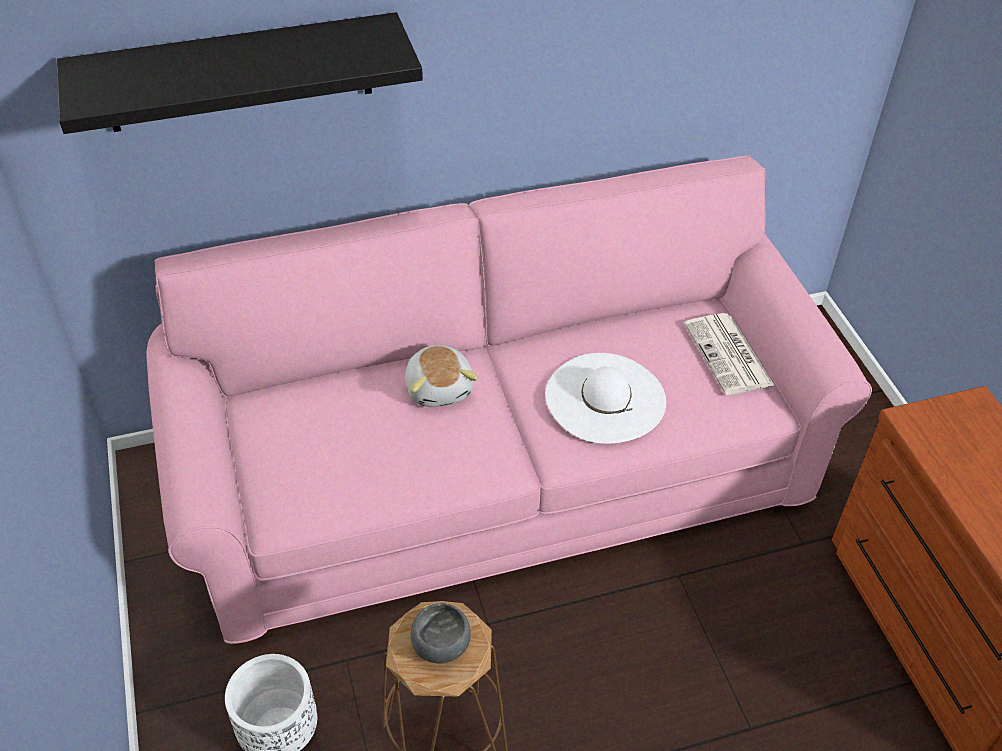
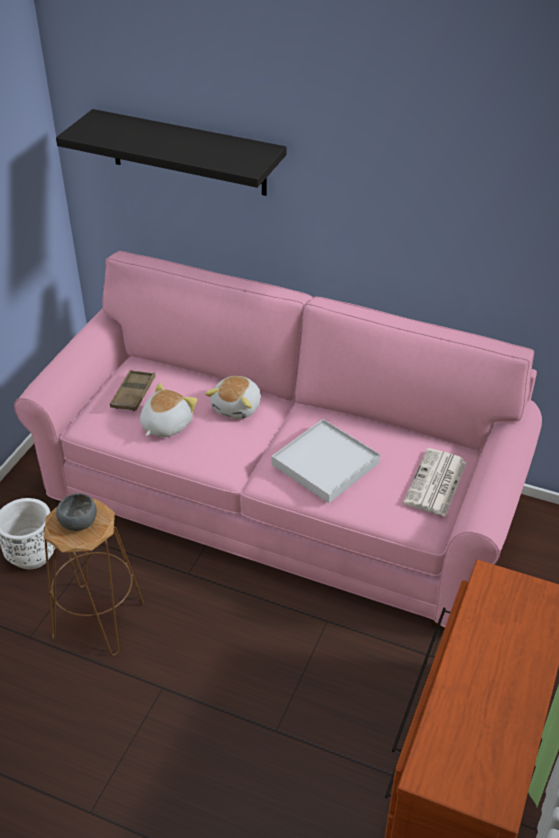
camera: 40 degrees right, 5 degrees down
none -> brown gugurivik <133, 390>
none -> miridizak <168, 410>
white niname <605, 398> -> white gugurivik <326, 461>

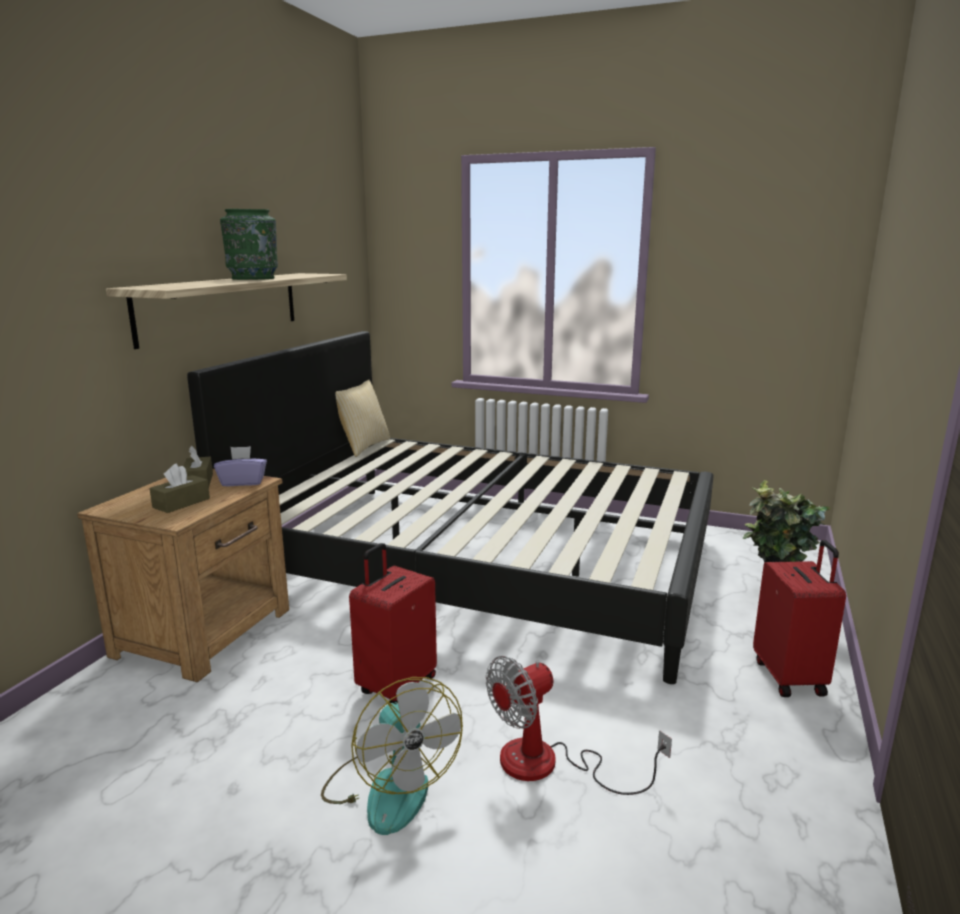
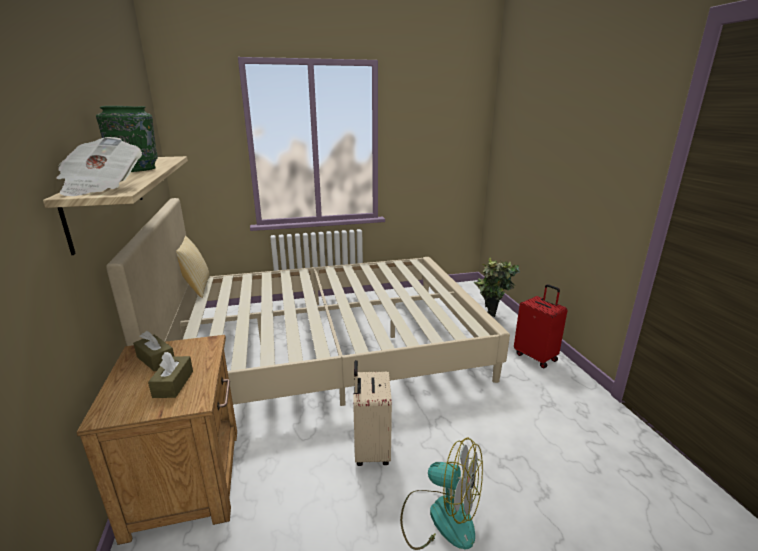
camera: 35 degrees left, 5 degrees up
none -> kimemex <99, 166>
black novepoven <450, 507> -> beige novepoven <308, 302>
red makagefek <393, 623> -> beige makagefek <372, 413>
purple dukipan <240, 466> -> none
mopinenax <579, 725> -> none

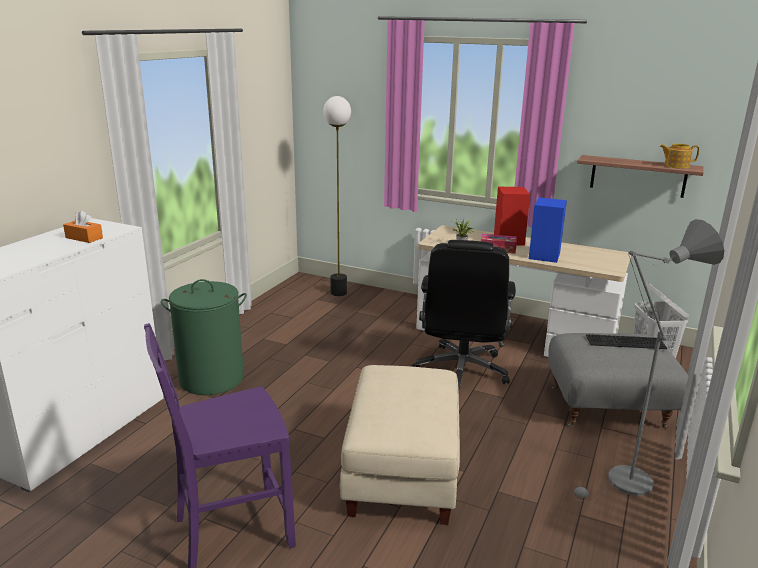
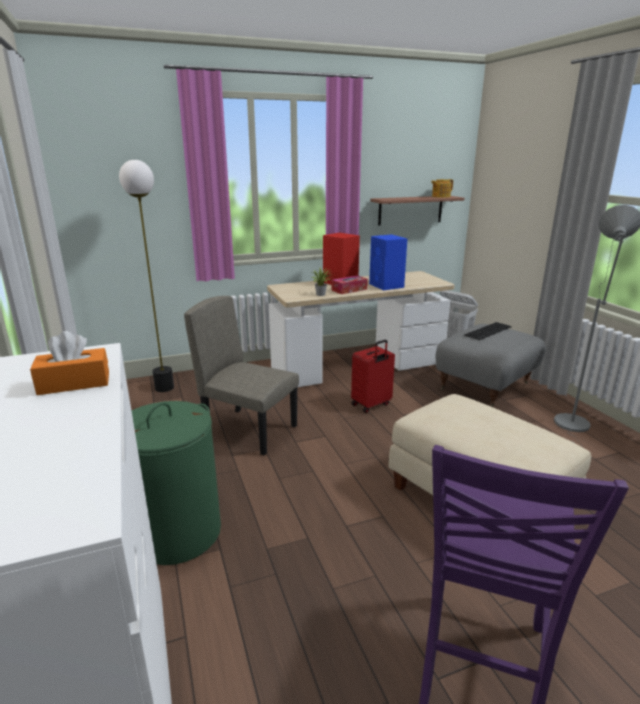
camera: 45 degrees left, 0 degrees up
none -> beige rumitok <241, 375>
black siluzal <464, 315> -> red makagefek <373, 376>

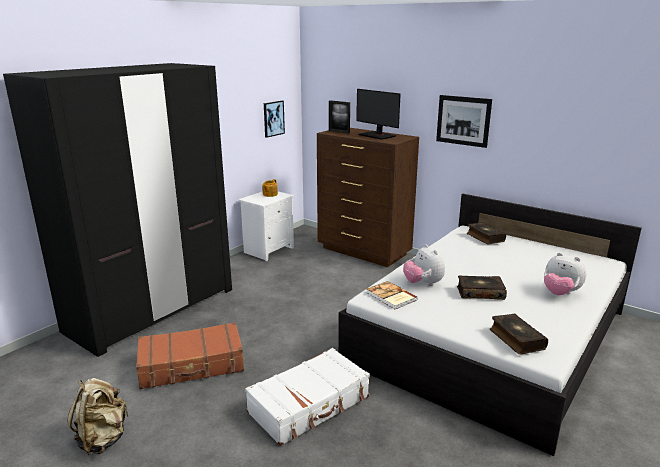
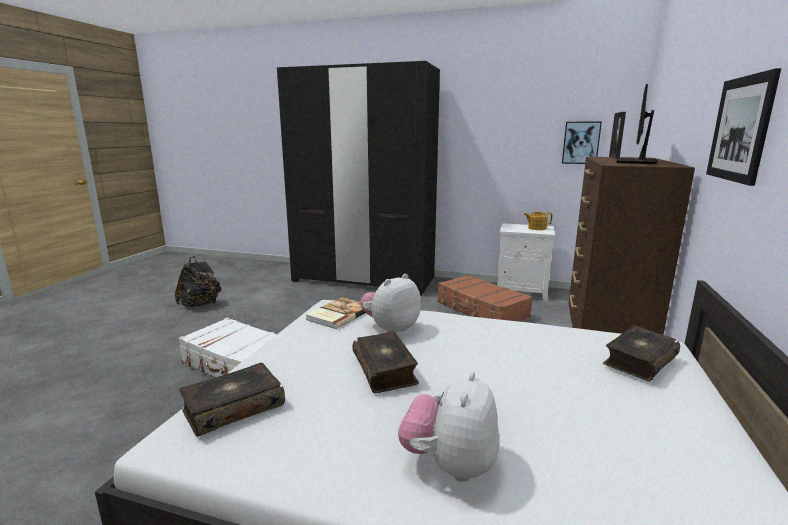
camera: 70 degrees right, 5 degrees down
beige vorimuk <98, 416> -> black vorimuk <198, 281>
brown makagefek <190, 355> -> brown makagefek <485, 298>, relocated

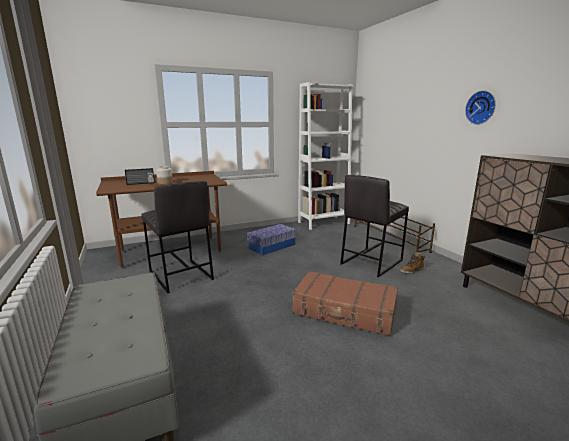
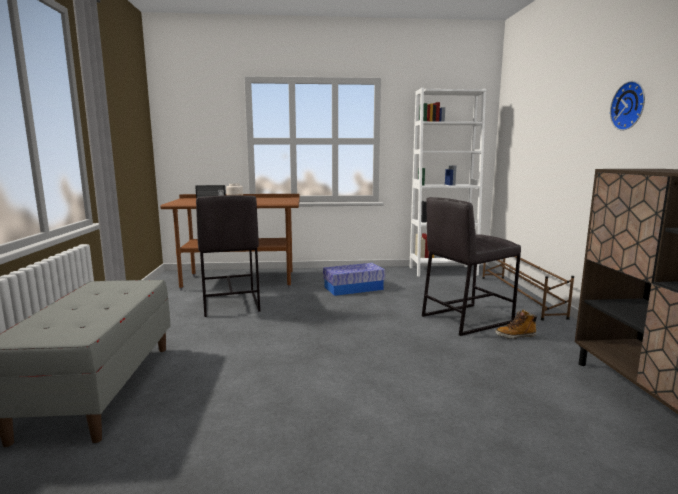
camera: 20 degrees right, 5 degrees down
brown makagefek <345, 304> -> none

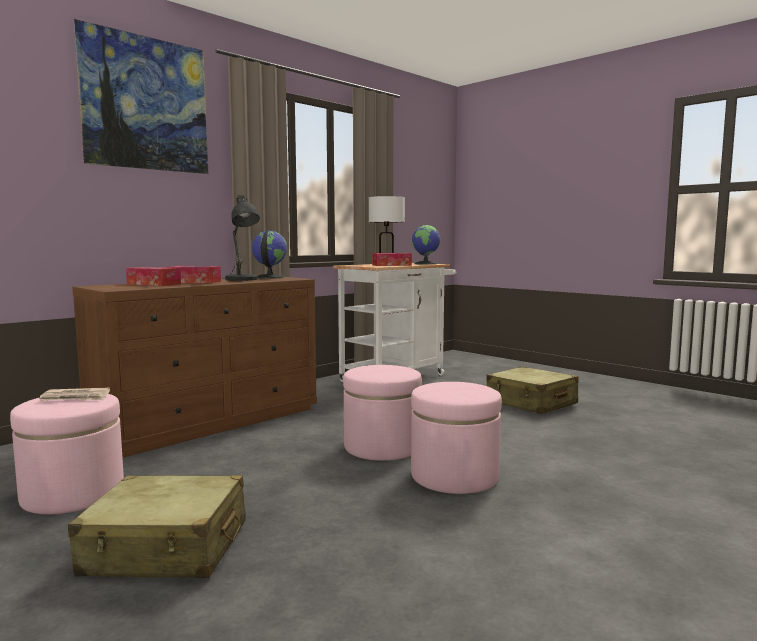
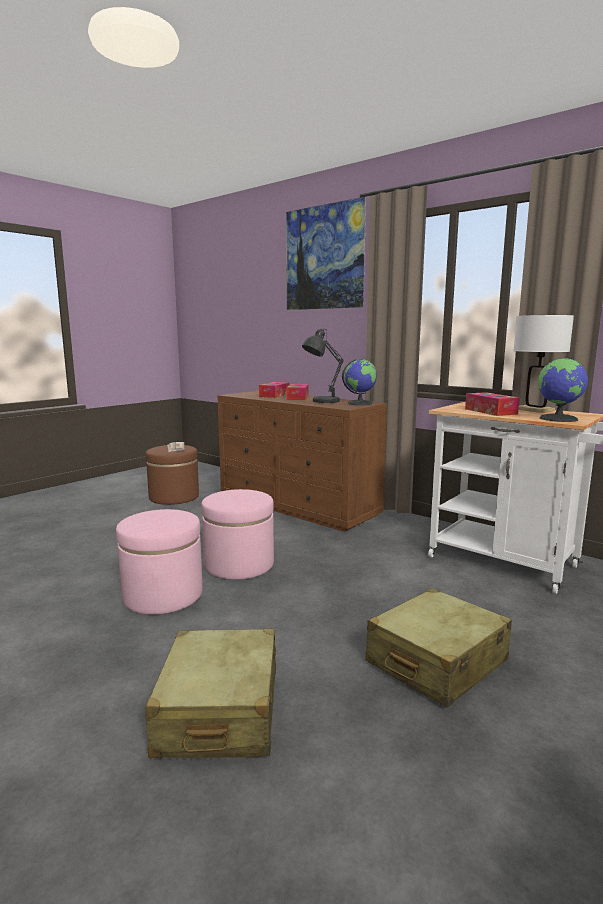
camera: 85 degrees right, 5 degrees up
beige makagefek <157, 526> -> beige makagefek <210, 693>, relocated
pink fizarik <67, 454> -> brown fizarik <172, 475>

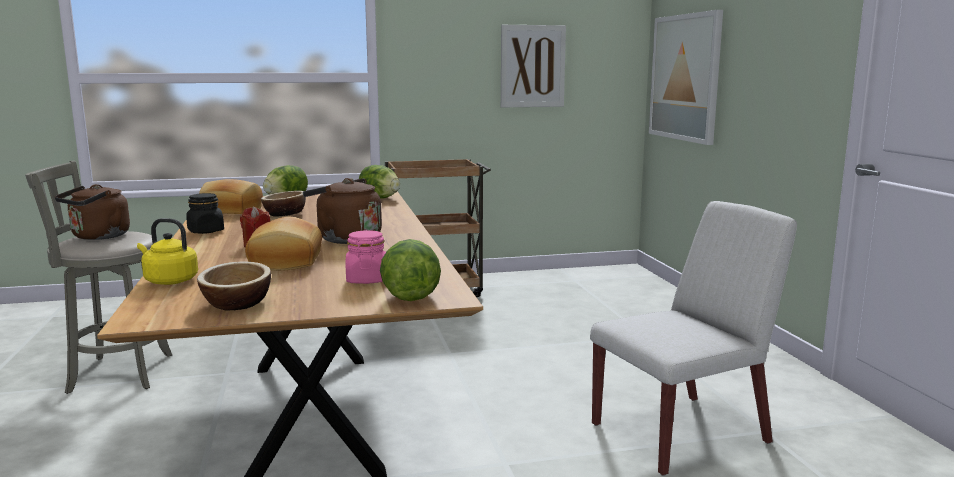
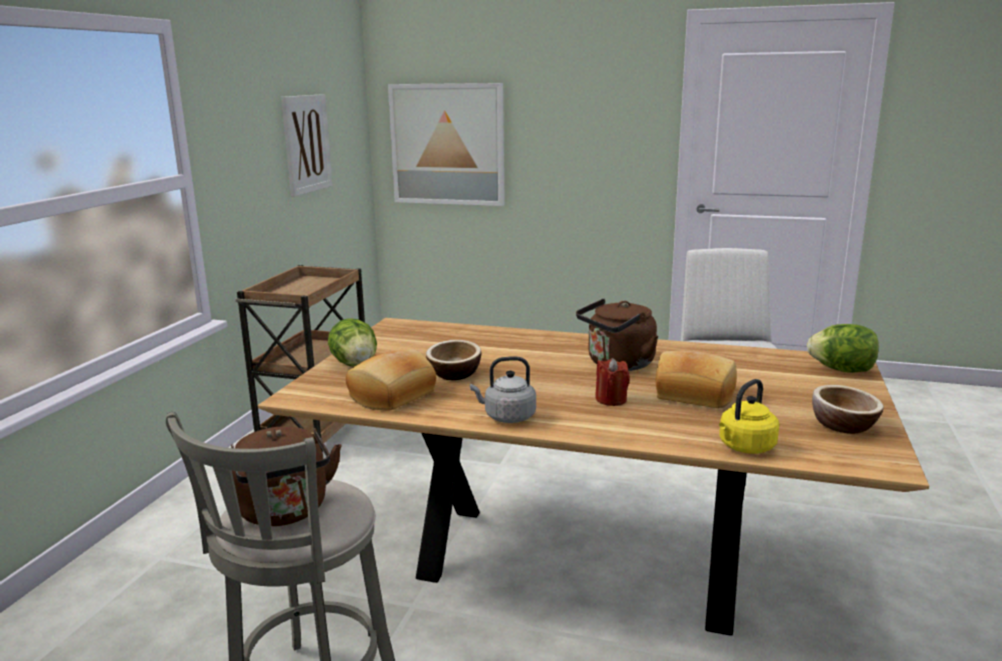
camera: 60 degrees left, 5 degrees up
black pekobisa <205, 213> -> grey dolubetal <503, 389>
pink pekobisa <366, 257> -> none
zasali <379, 182> -> none

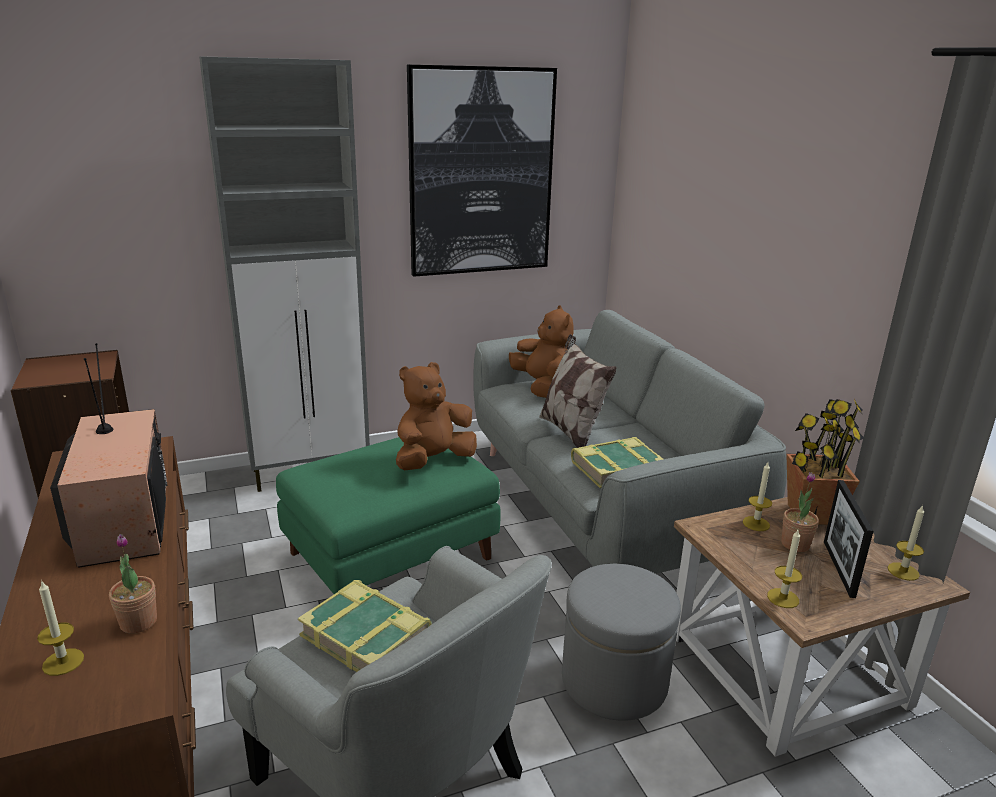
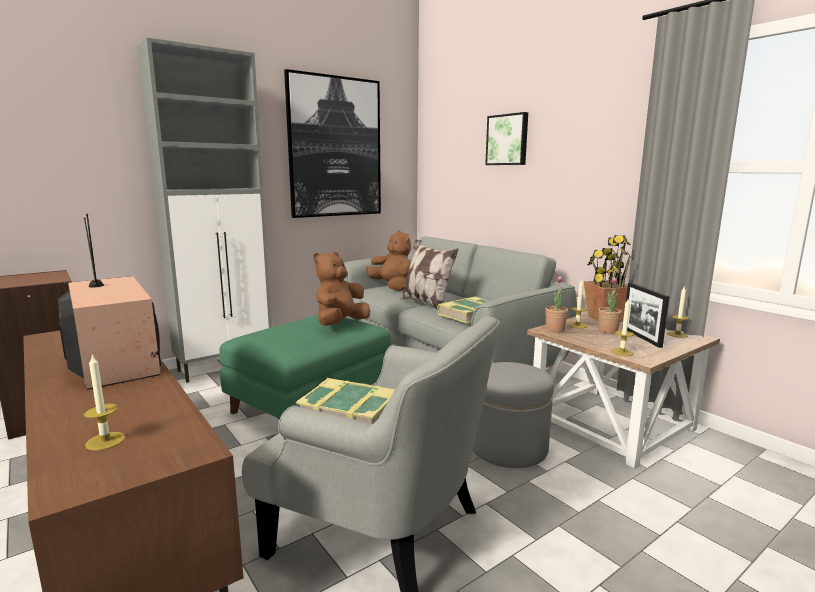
camera: 15 degrees left, 10 degrees down
none -> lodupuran <506, 138>
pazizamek <133, 584> -> pazizamek <556, 304>, relocated

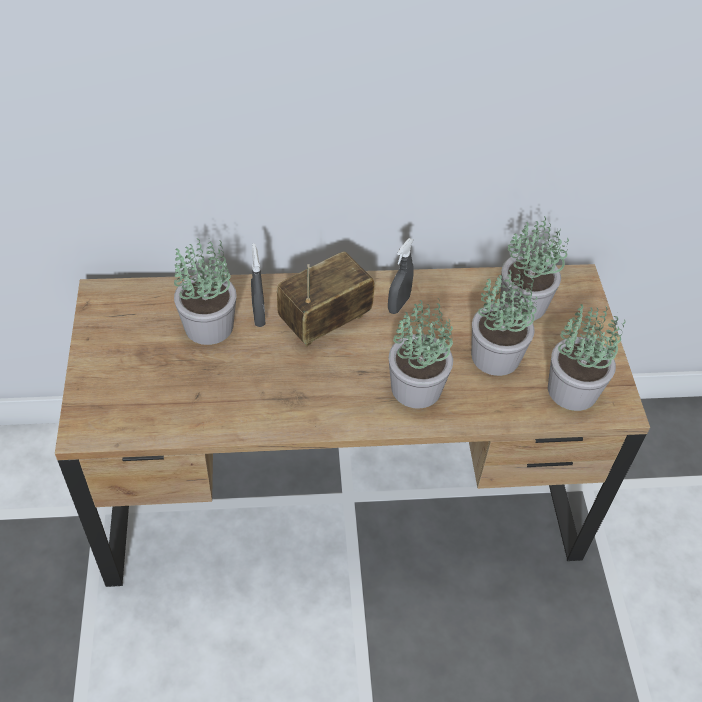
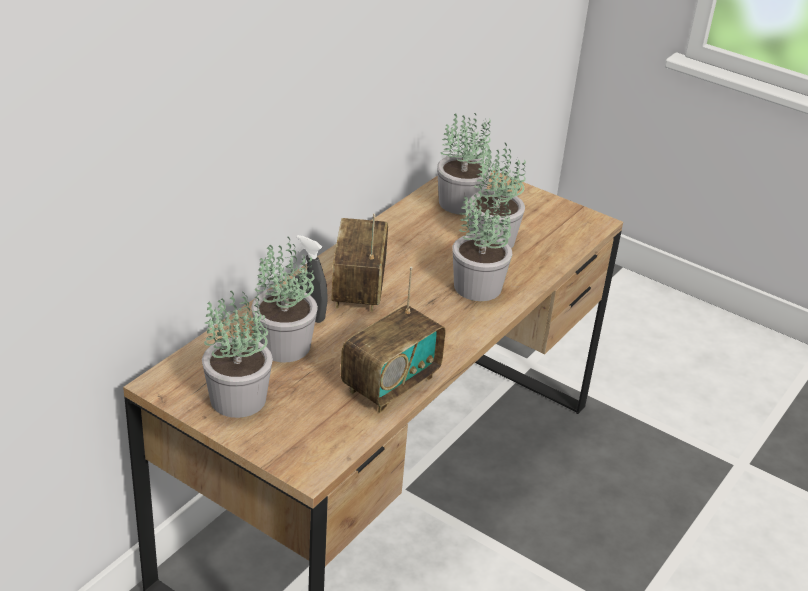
camera: 50 degrees left, 15 degrees down
pazizamek <587, 357> -> pazizamek <237, 354>, relocated
none -> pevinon <393, 339>
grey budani <401, 276> -> none

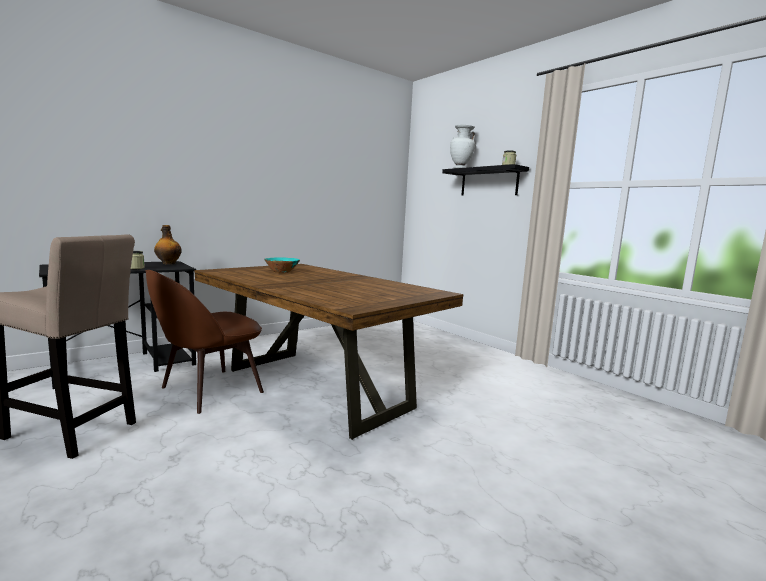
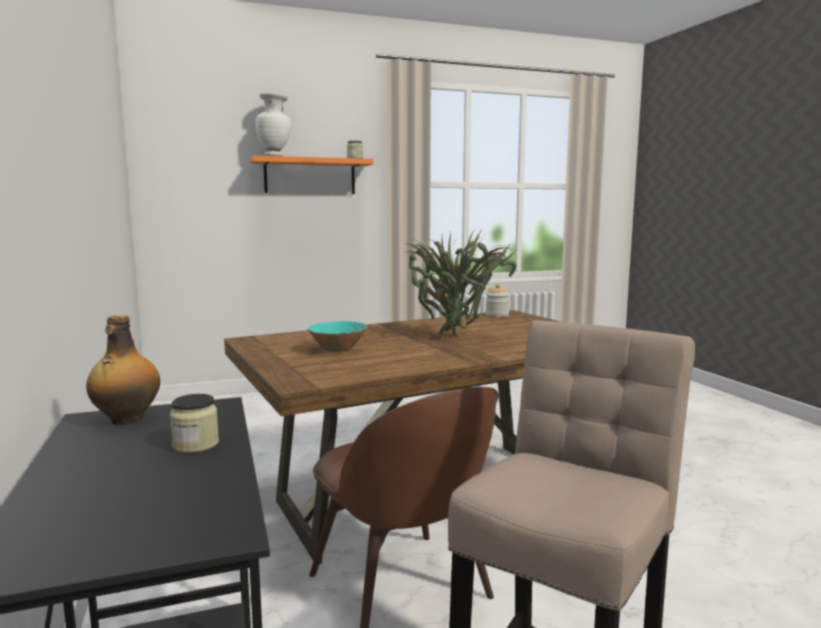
camera: 70 degrees left, 0 degrees up
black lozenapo <485, 180> -> orange lozenapo <312, 174>
none -> pazizamek <461, 282>
none -> pekobisa <497, 300>

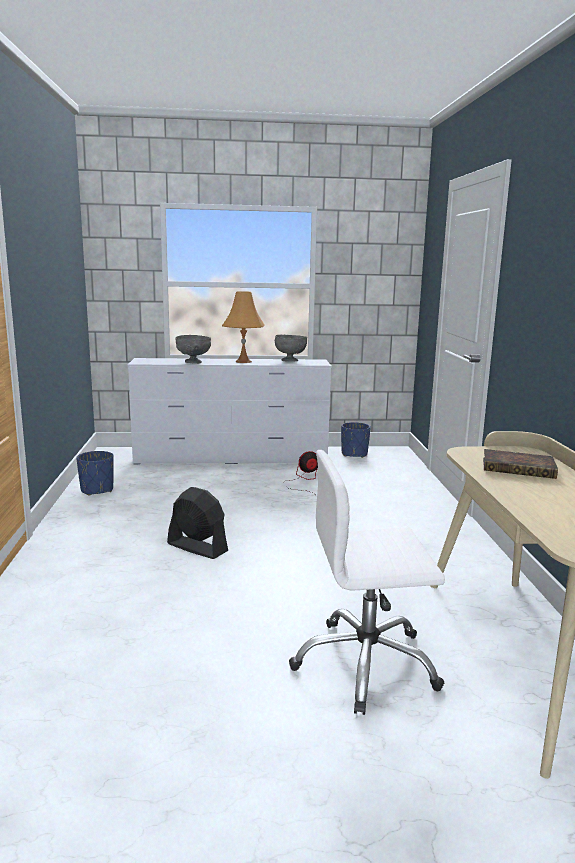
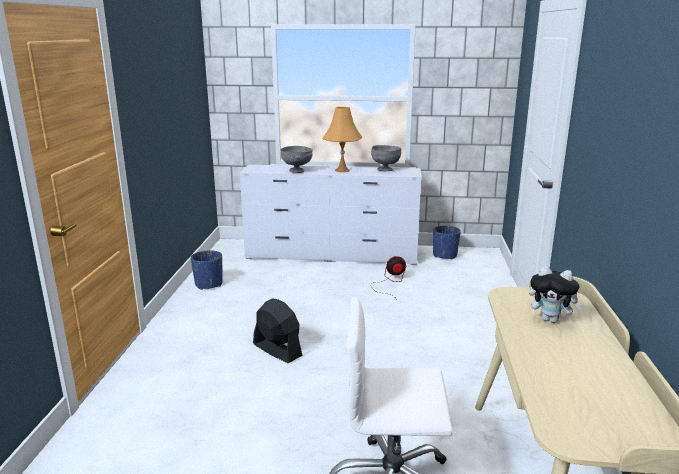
camera: 10 degrees right, 5 degrees up
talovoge <520, 464> -> miridizak <556, 294>

